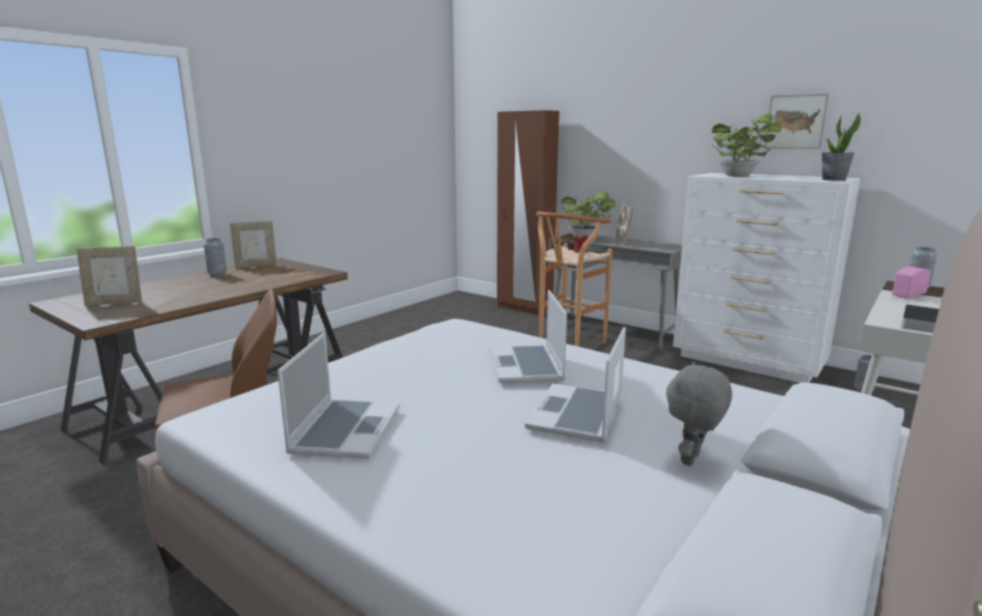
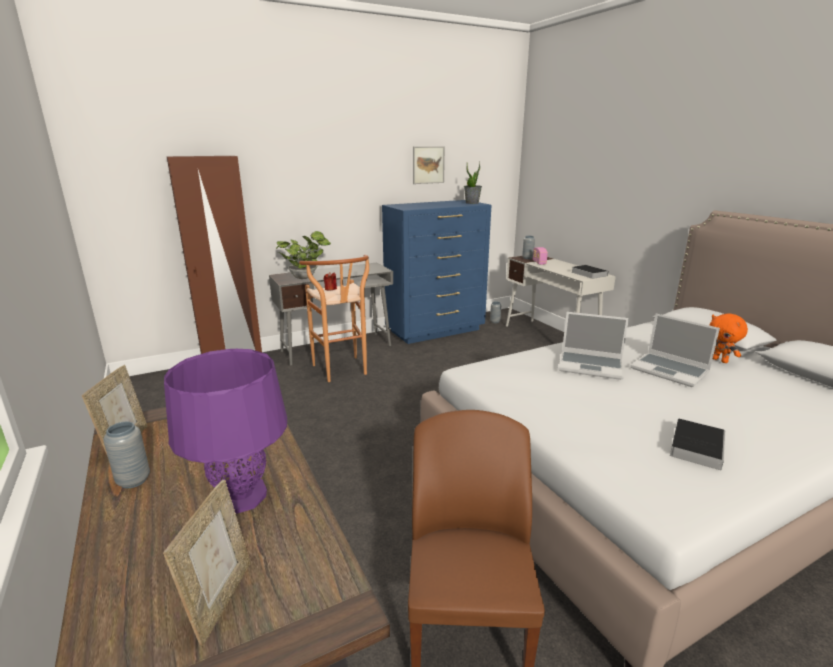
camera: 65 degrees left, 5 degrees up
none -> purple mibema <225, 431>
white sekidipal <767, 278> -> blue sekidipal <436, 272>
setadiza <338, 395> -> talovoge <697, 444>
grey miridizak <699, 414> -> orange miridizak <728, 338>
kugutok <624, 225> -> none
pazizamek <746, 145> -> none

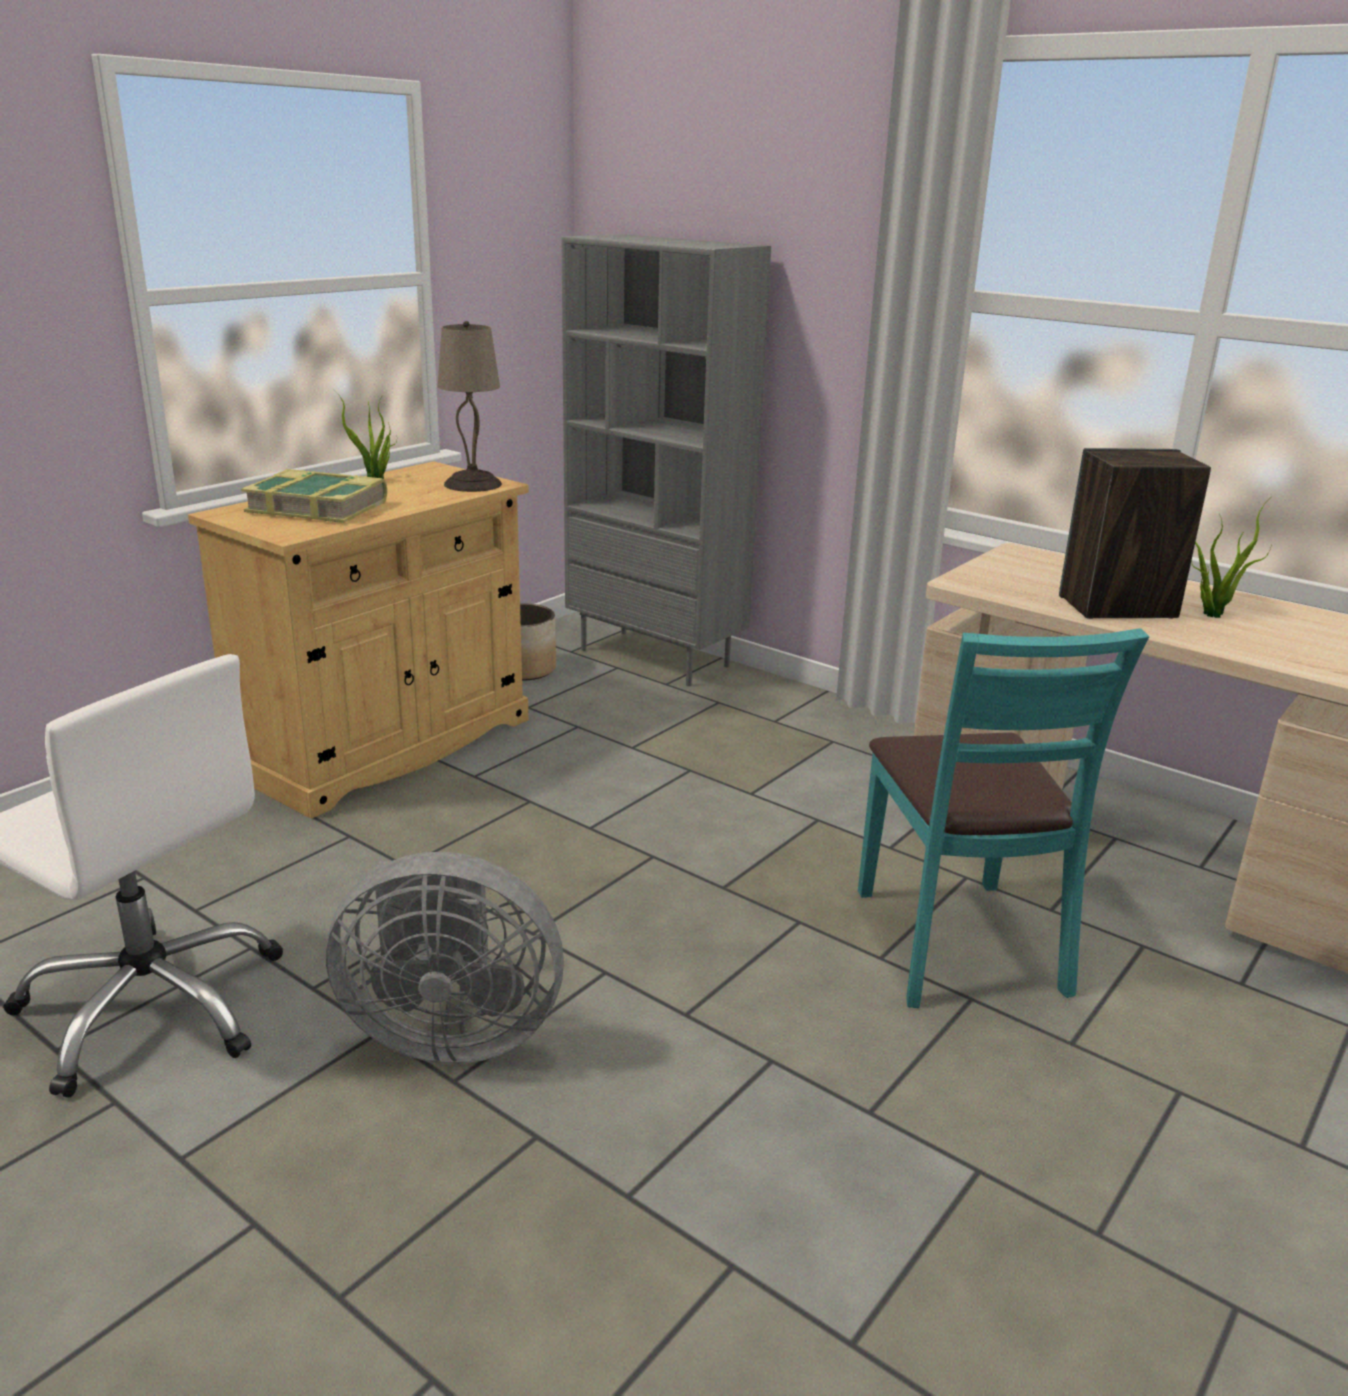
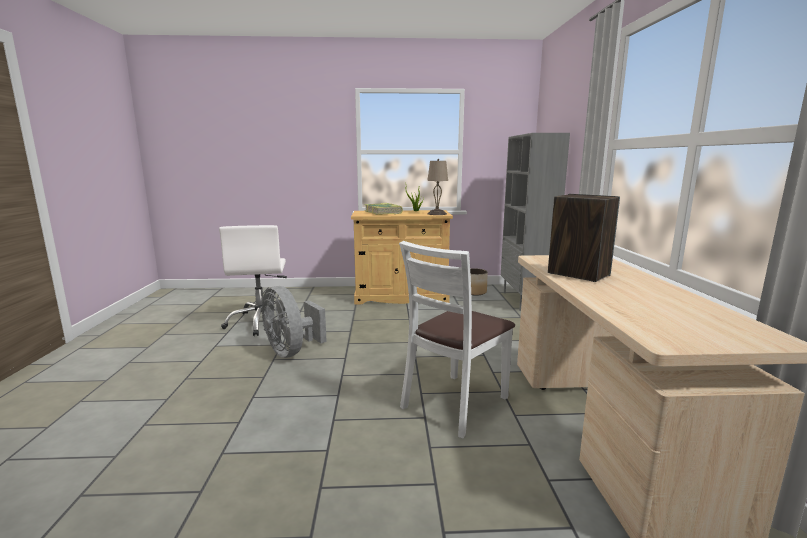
camera: 50 degrees right, 10 degrees down
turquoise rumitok <1003, 818> -> white rumitok <457, 339>
pazizamek <1231, 557> -> none

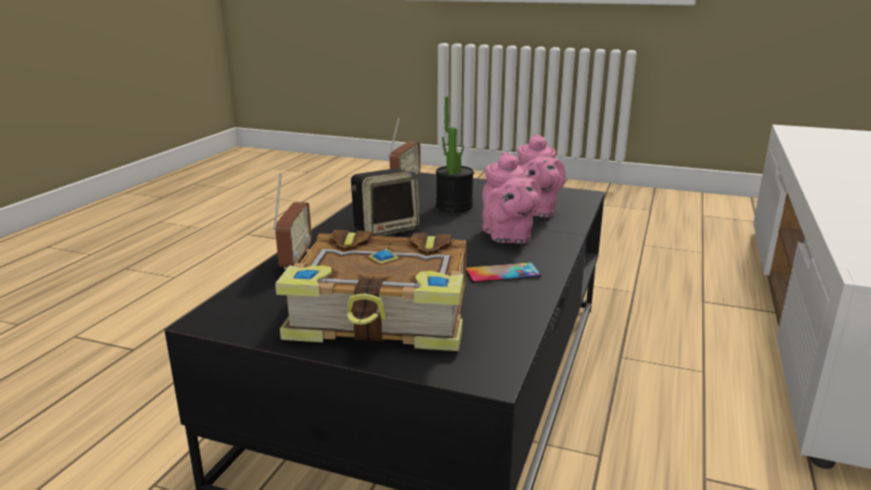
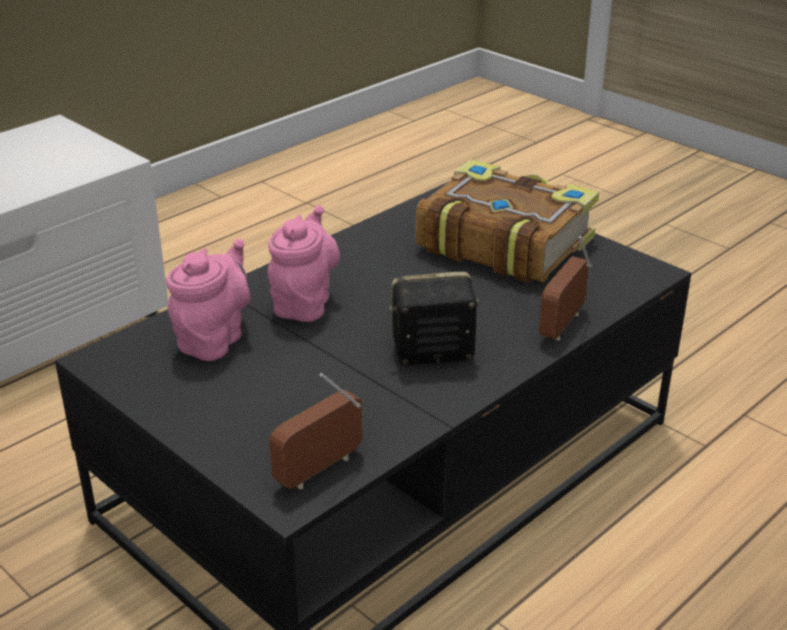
camera: 155 degrees left, 10 degrees up
pazizamek <455, 155> -> none
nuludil <503, 272> -> none

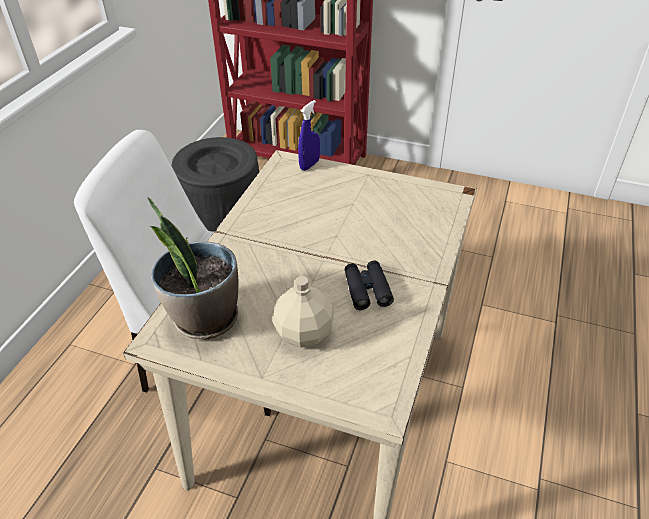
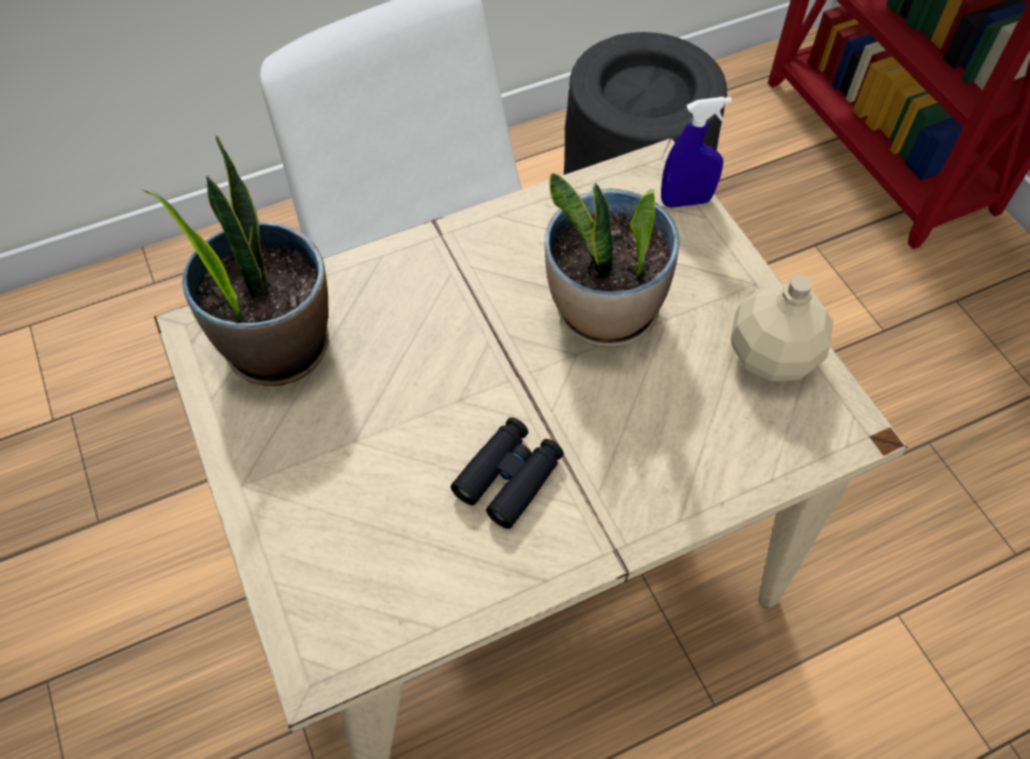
camera: 45 degrees right, 15 degrees up
none -> pazizamek <612, 260>
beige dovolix <303, 312> -> beige dovolix <782, 328>, relocated

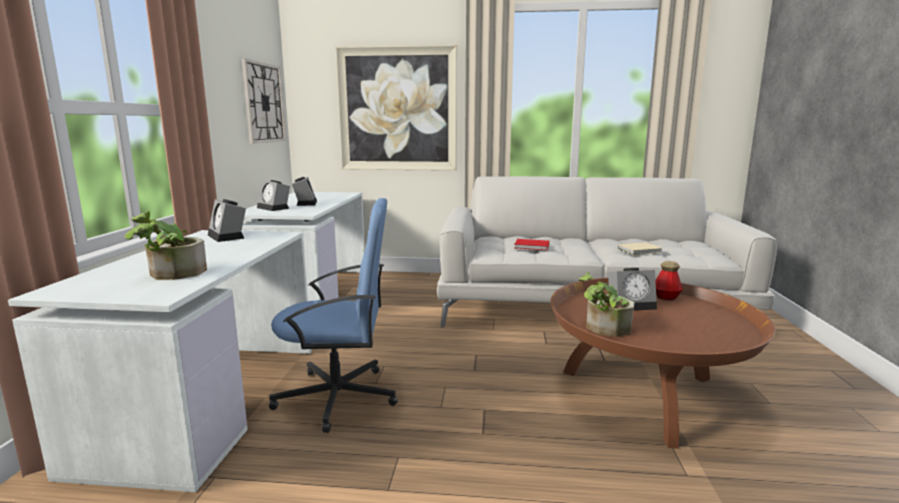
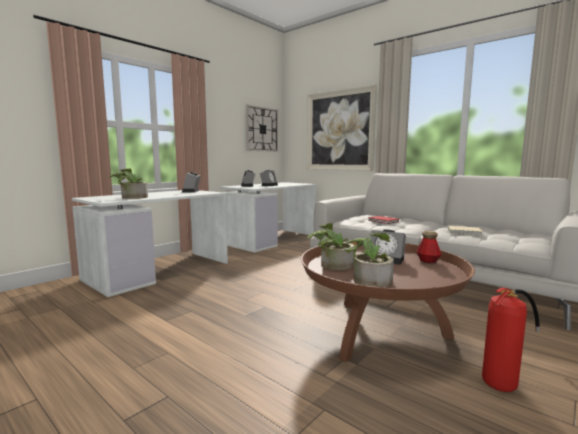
camera: 35 degrees right, 5 degrees down
none -> pazizamek <369, 260>
none -> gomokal <511, 340>
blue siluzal <333, 315> -> none

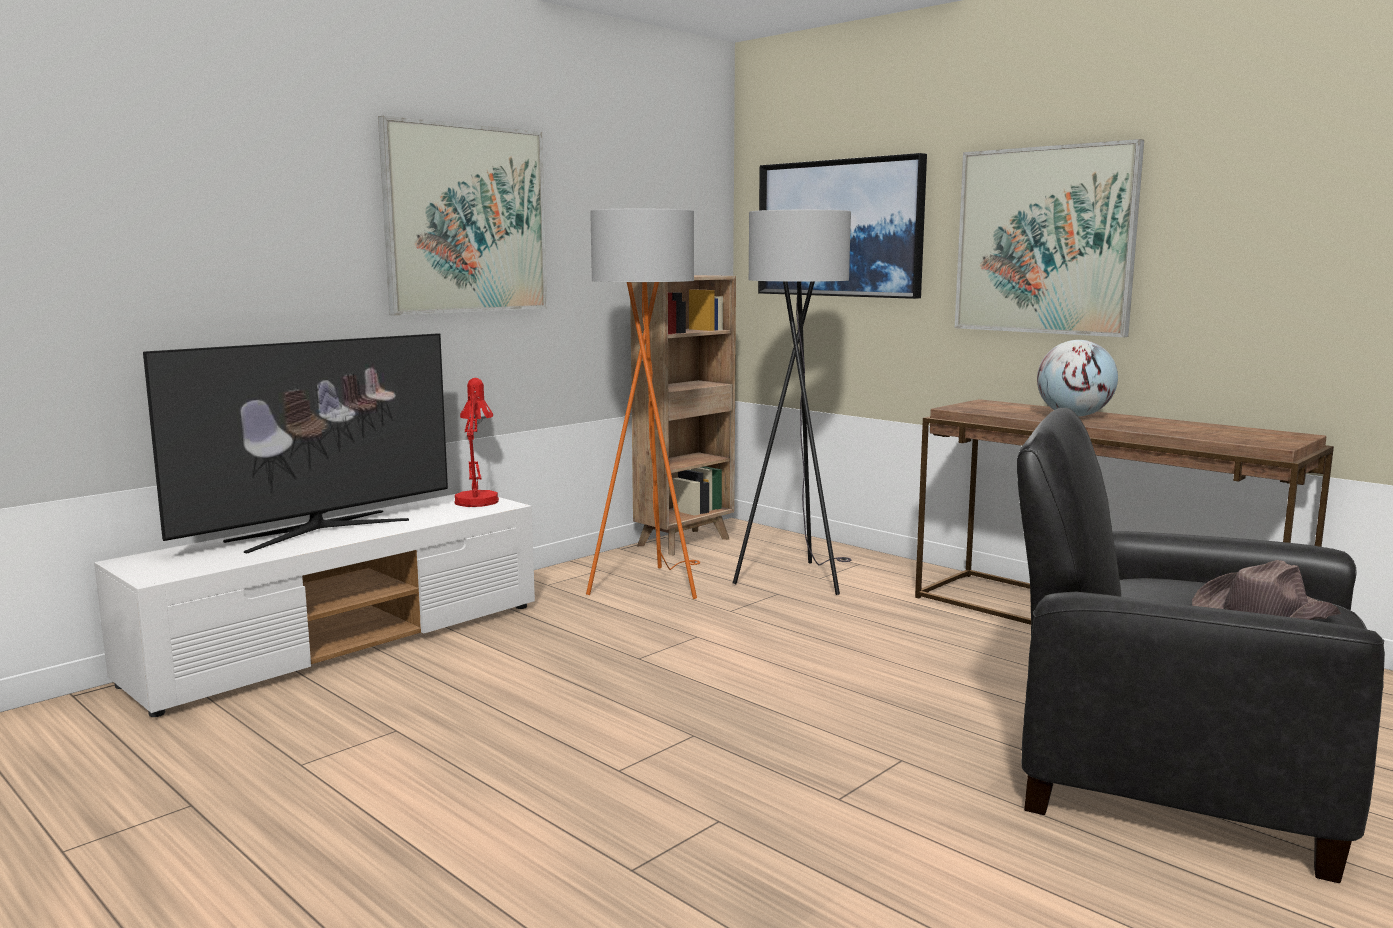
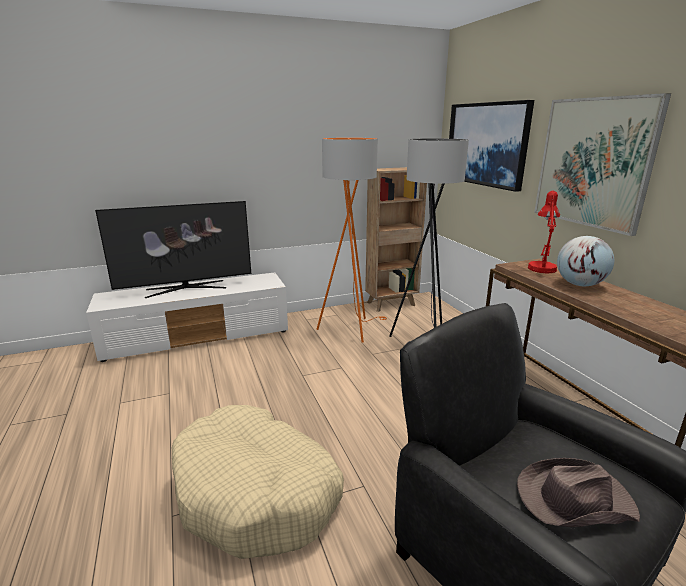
camera: 25 degrees right, 10 degrees up
none -> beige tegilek <258, 482>
red mibema <476, 442> -> red mibema <544, 232>, relocated
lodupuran <462, 216> -> none

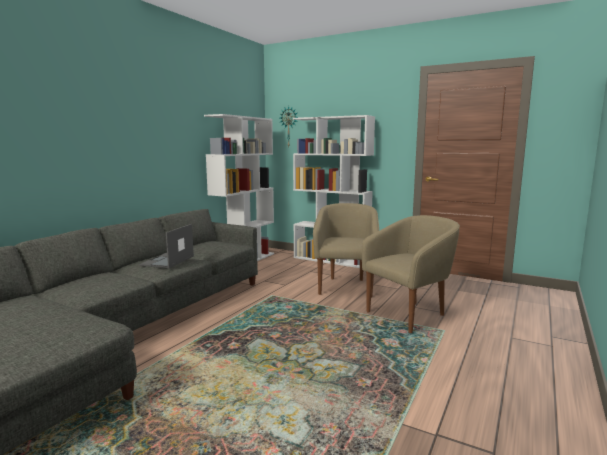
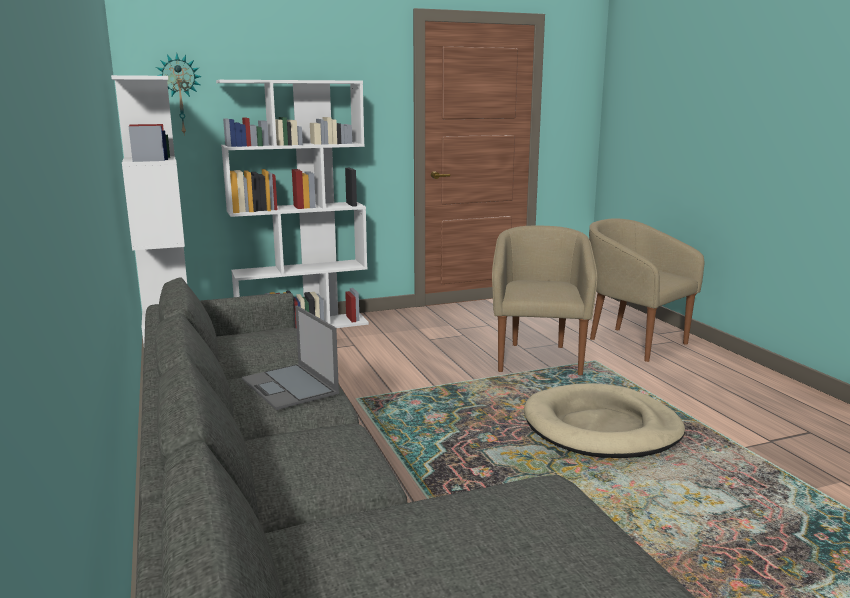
camera: 50 degrees left, 5 degrees up
none -> beige tegilek <604, 420>
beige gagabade <346, 250> -> beige gagabade <646, 290>, relocated

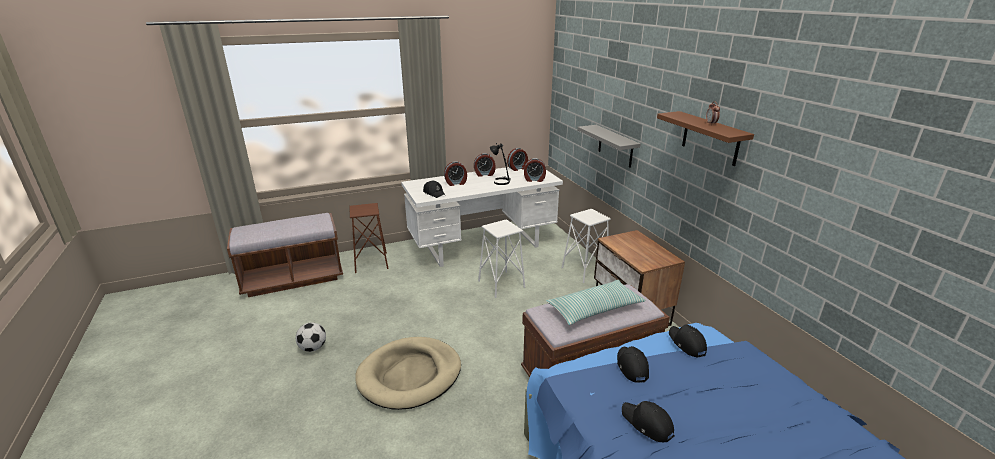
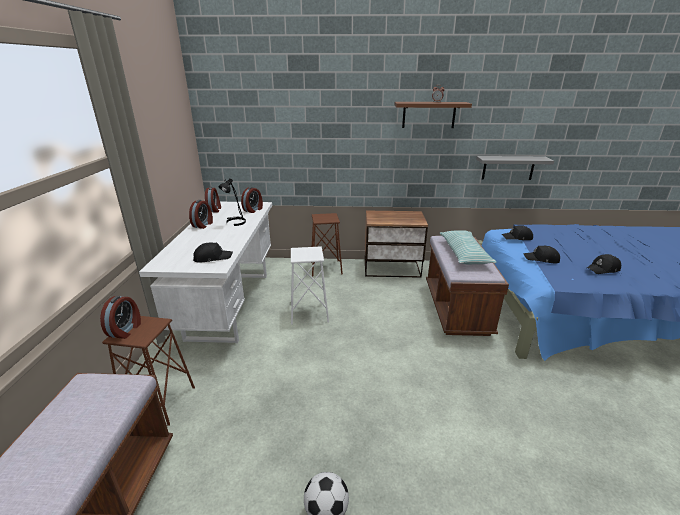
camera: 65 degrees left, 0 degrees up
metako <455, 173> -> metako <120, 317>, relocated
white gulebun <586, 246> -> brown gulebun <327, 245>
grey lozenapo <609, 146> -> grey lozenapo <515, 168>, relocated
beige tegilek <408, 373> -> none

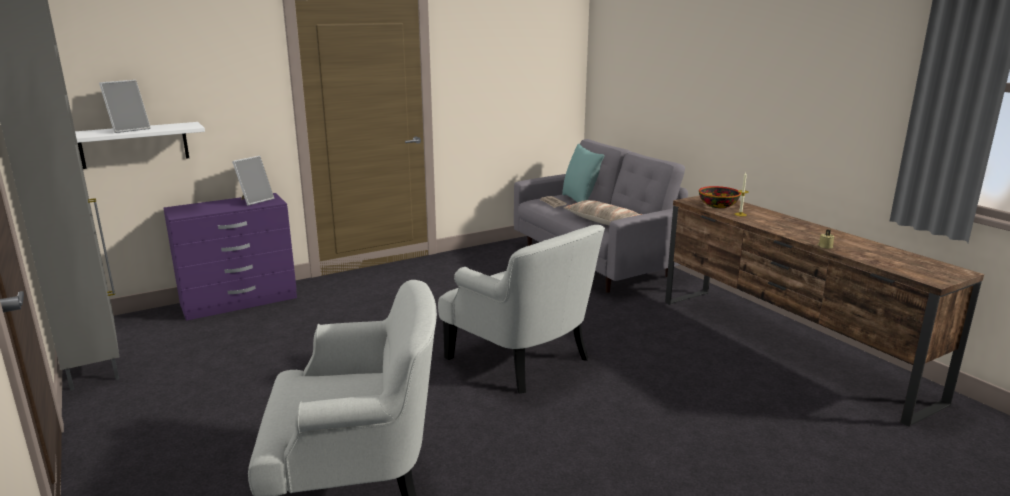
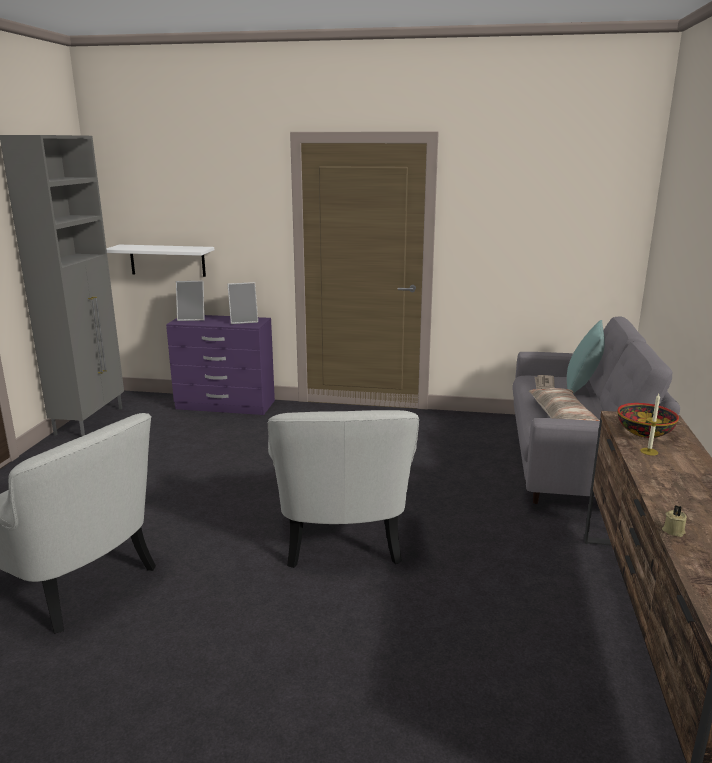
camera: 40 degrees right, 0 degrees up
kugutok <125, 106> -> kugutok <190, 301>, relocated

